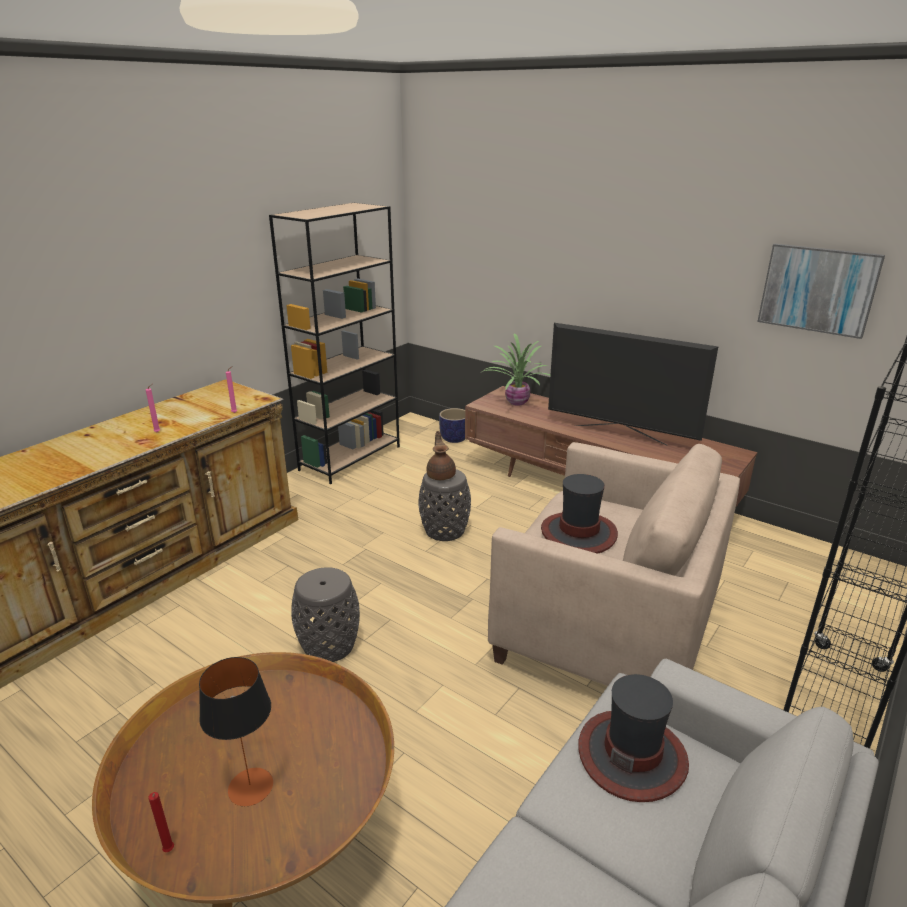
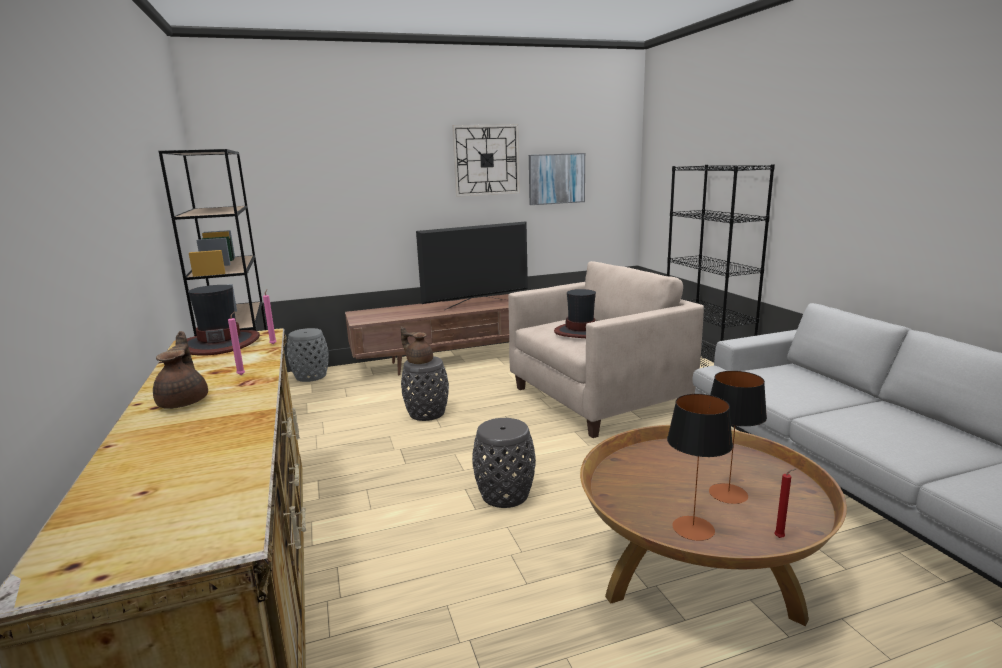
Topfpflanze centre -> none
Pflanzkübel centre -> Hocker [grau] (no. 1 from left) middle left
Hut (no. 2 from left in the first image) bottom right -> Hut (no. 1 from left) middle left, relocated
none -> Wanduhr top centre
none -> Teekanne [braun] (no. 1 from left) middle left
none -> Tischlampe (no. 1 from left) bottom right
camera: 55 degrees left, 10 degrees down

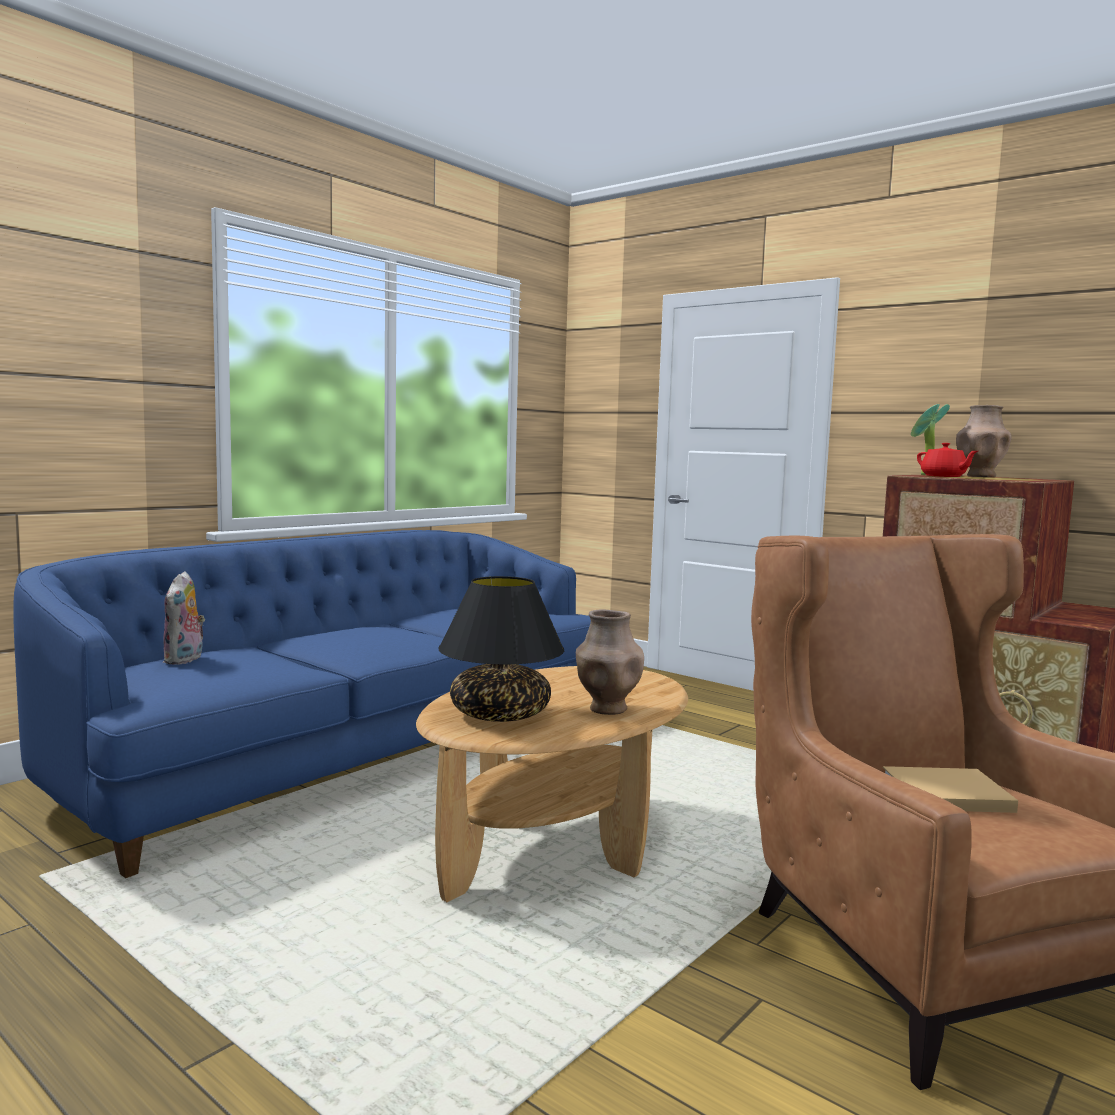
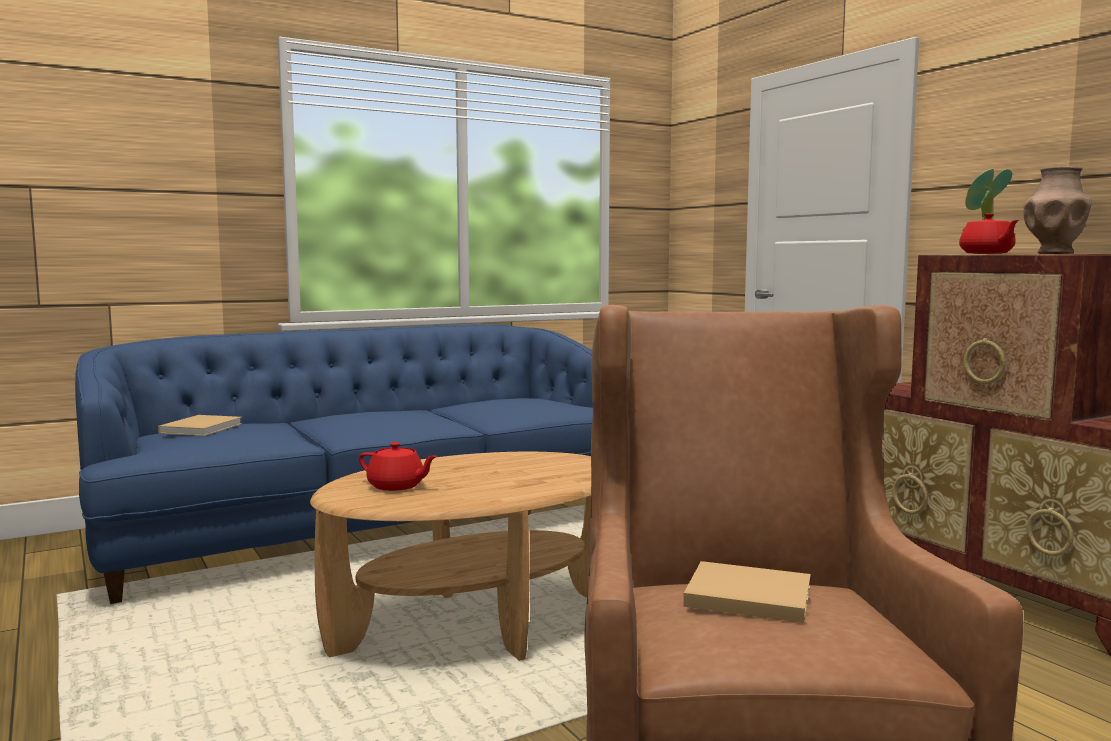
Plüschtier middle left -> Buch [beige] (no. 1 from left) middle left
Tischlampe [schwarz] centre -> Teekanne [rot] (no. 1 from left) centre
Vase [braun] (no. 1 from left) centre -> none
camera: 20 degrees right, 0 degrees up

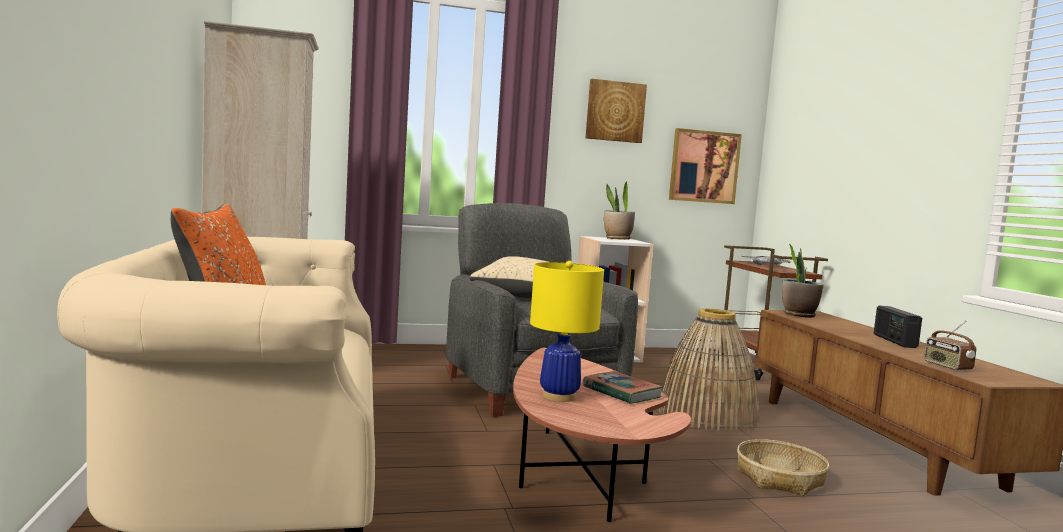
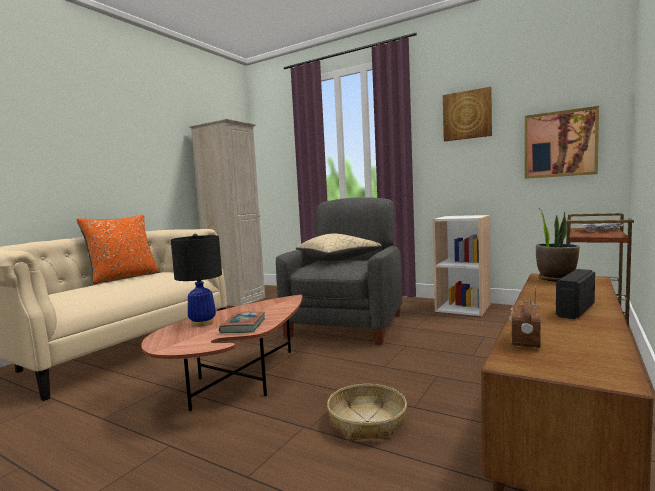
Topfpflanze (no. 1 from left) centre -> none
Tischlampe [gelb] centre -> Tischlampe [schwarz] middle left
Korb (no. 1 from left) bottom right -> none
camera: 45 degrees right, 0 degrees up

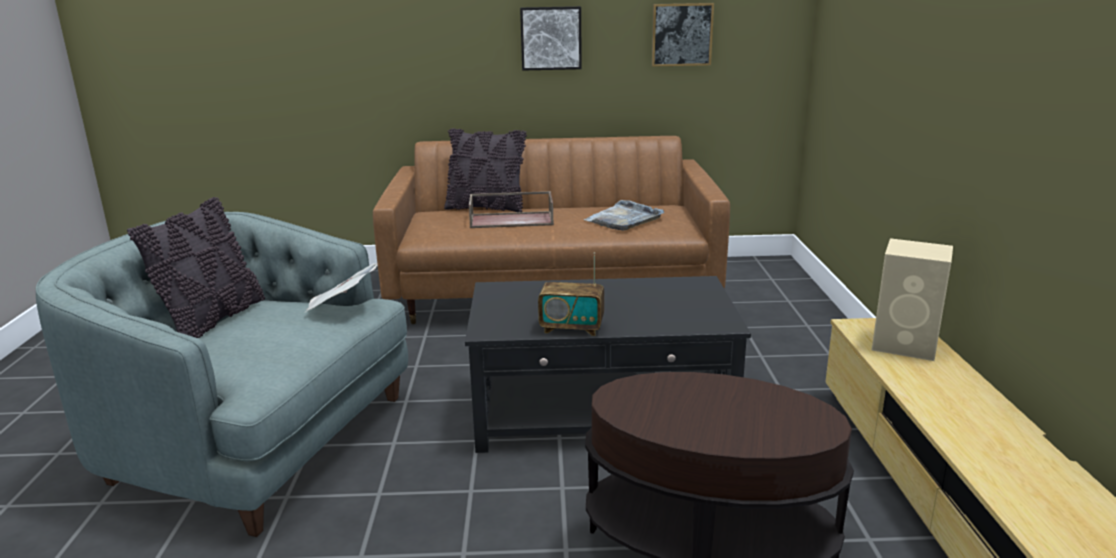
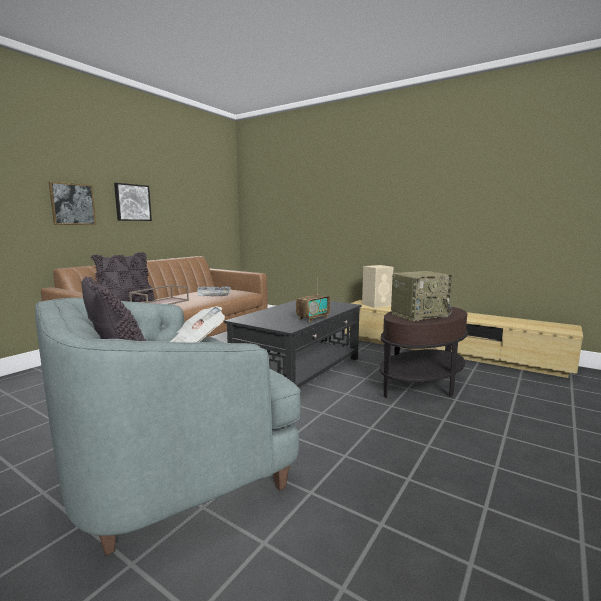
Bild (no. 2 from left in the first image) top centre -> Bild (no. 1 from left) middle left, relocated
none -> Radio (no. 2 from left) middle right
camera: 55 degrees left, 10 degrees down

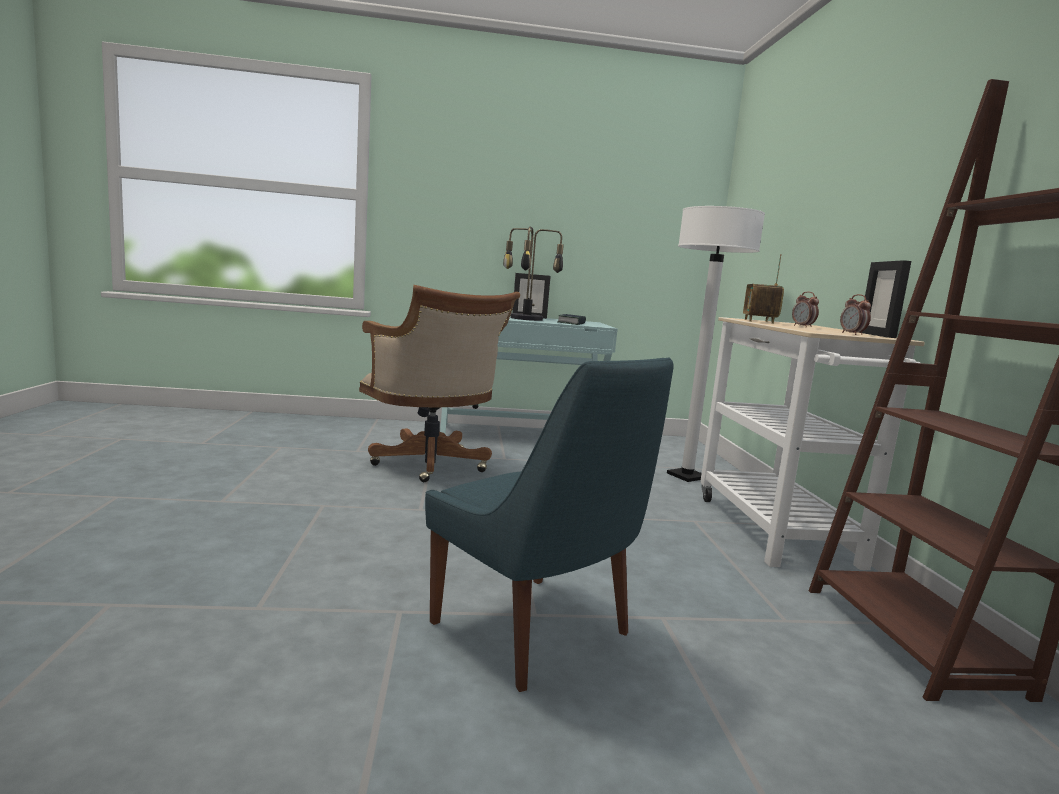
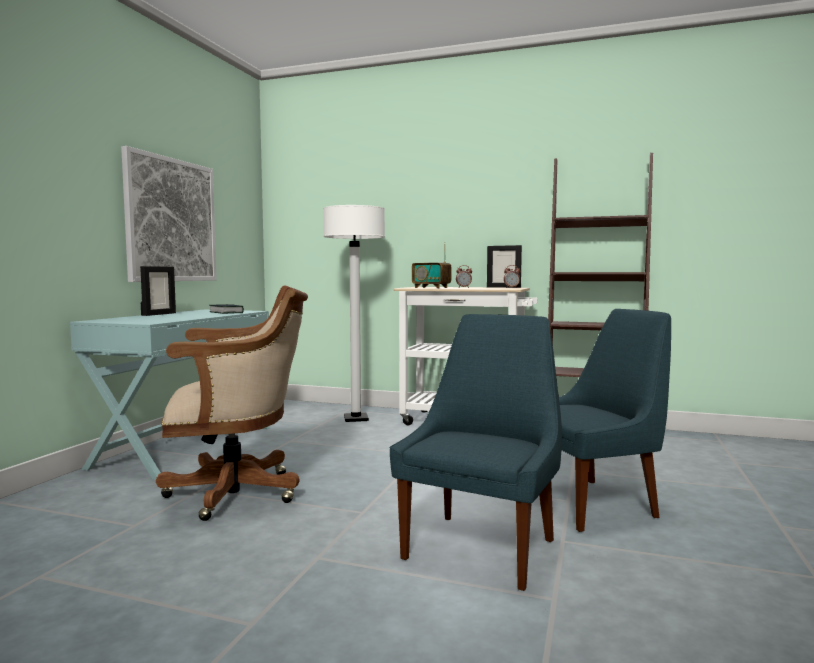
Tischlampe centre -> none
none -> Bild top left
none -> Stuhl [blau] (no. 1 from left) bottom centre
camera: 65 degrees left, 5 degrees down

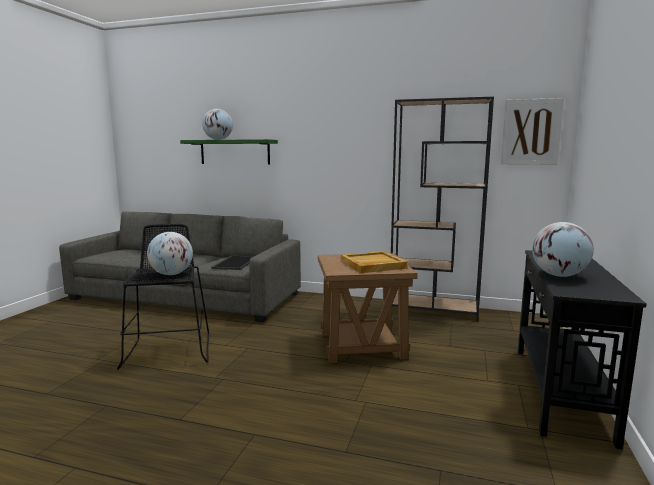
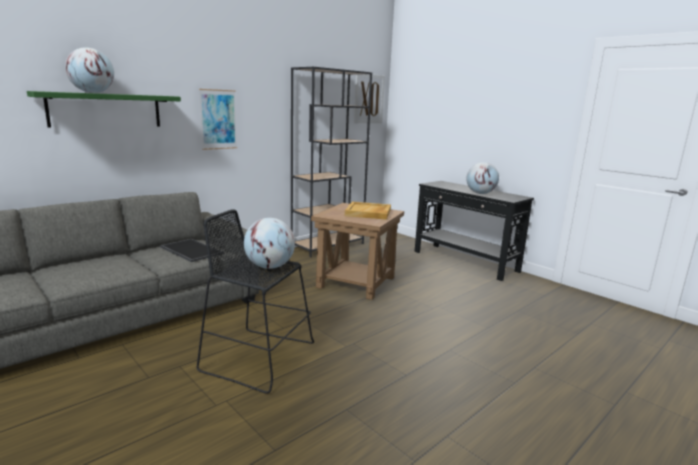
none -> Bild (no. 1 from left) top left
camera: 60 degrees left, 5 degrees up

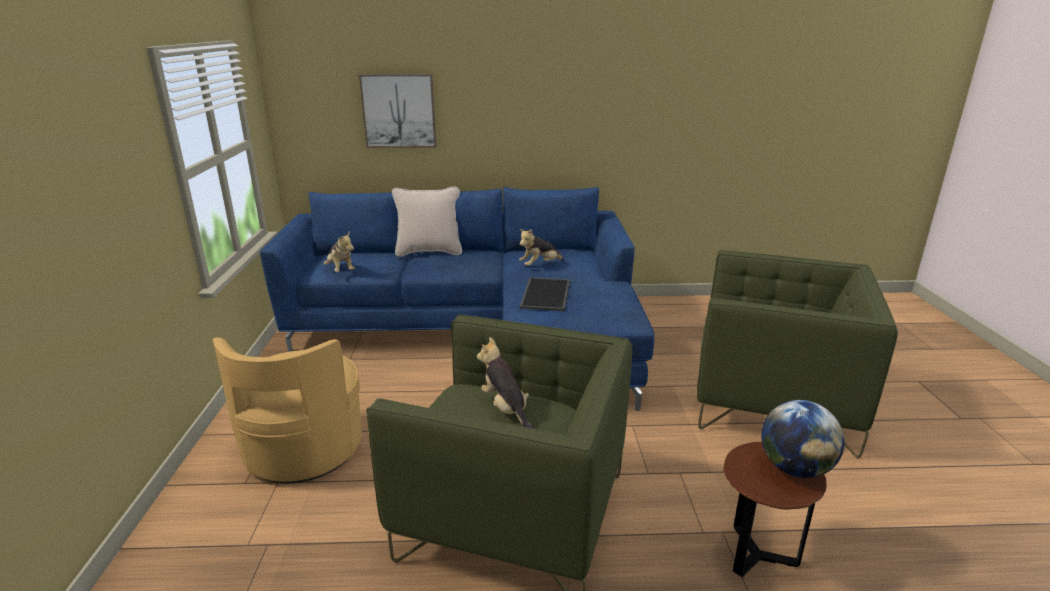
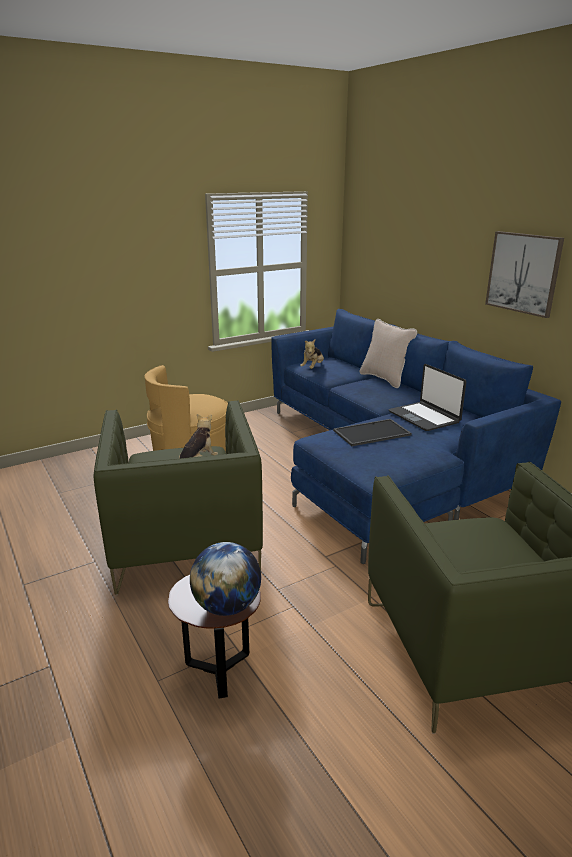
Bild top centre -> Bild top right, relocated
Plüschtier (no. 3 from left) centre -> Laptop middle right
camera: 60 degrees right, 0 degrees up

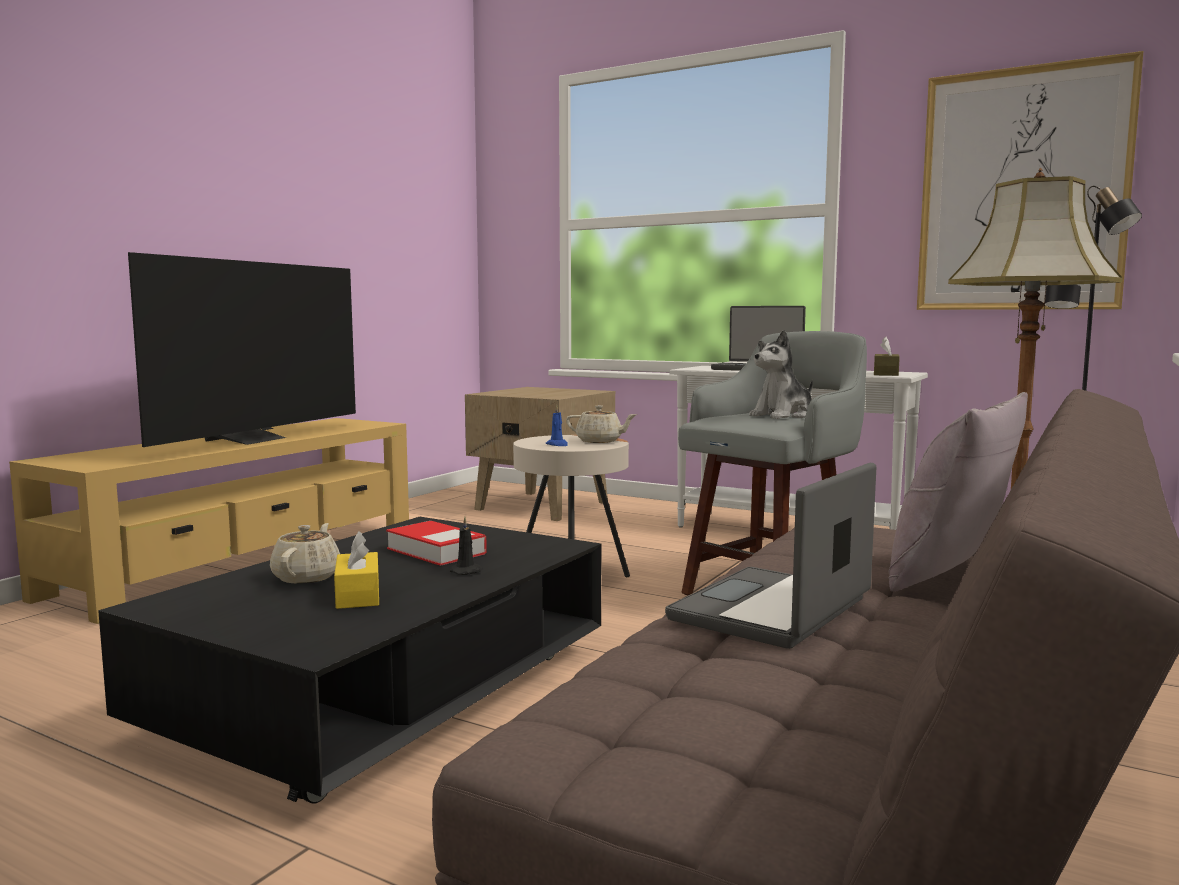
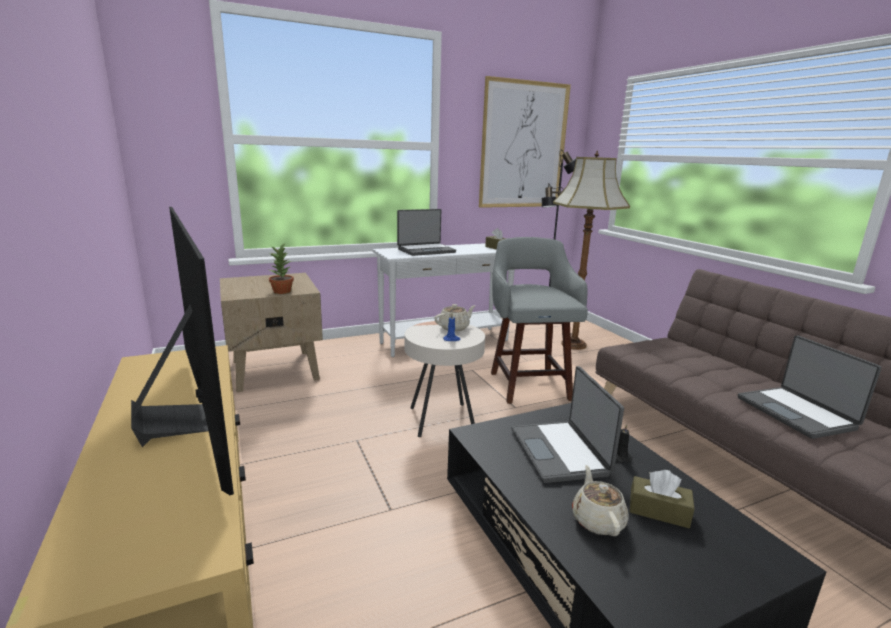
Plüschtier centre -> none
Kissen [lila] middle right -> none
Buch centre -> Laptop (no. 2 from left) bottom centre
Teekanne [beige] (no. 1 from left in the first image) middle left -> Teekanne [beige] (no. 2 from left) bottom right, 45 degrees clockwise
Taschentuchbox [gelb] middle left -> Taschentuchbox [braun] (no. 2 from left) bottom right
none -> Topfpflanze middle left
camera: 55 degrees left, 10 degrees up

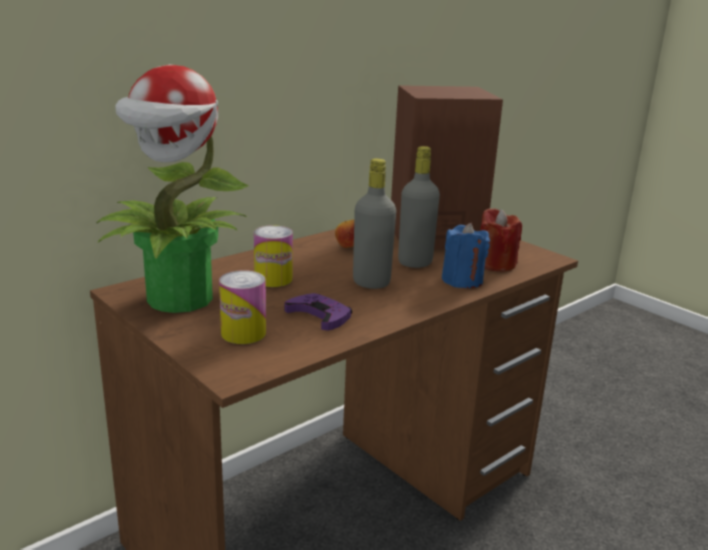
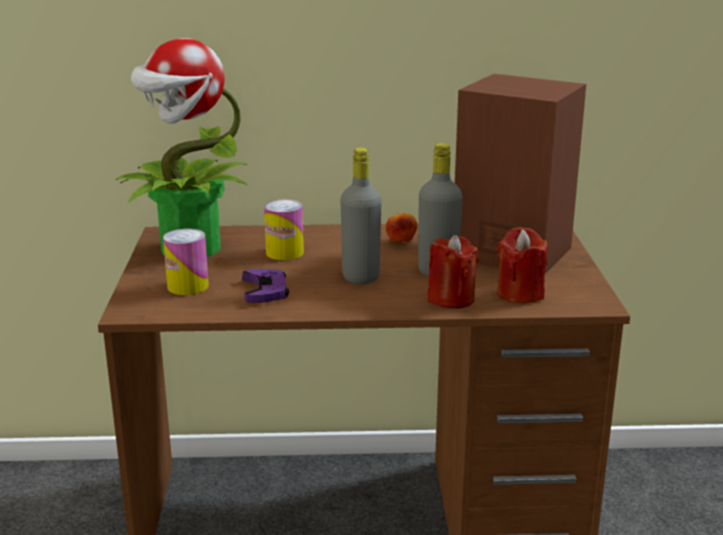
Kerze [blau] centre -> Kerze [rot] (no. 1 from left) centre
camera: 40 degrees right, 0 degrees up

